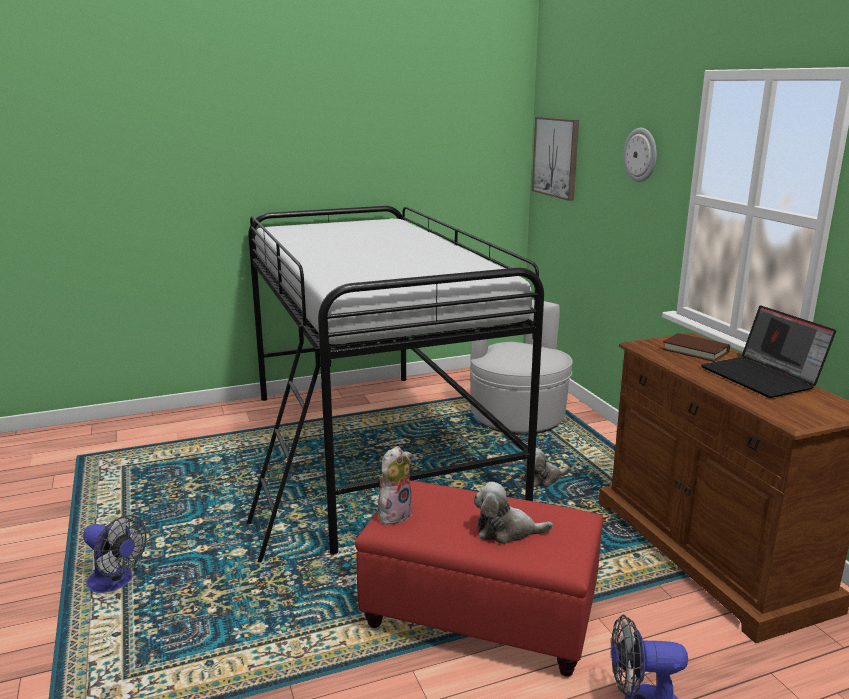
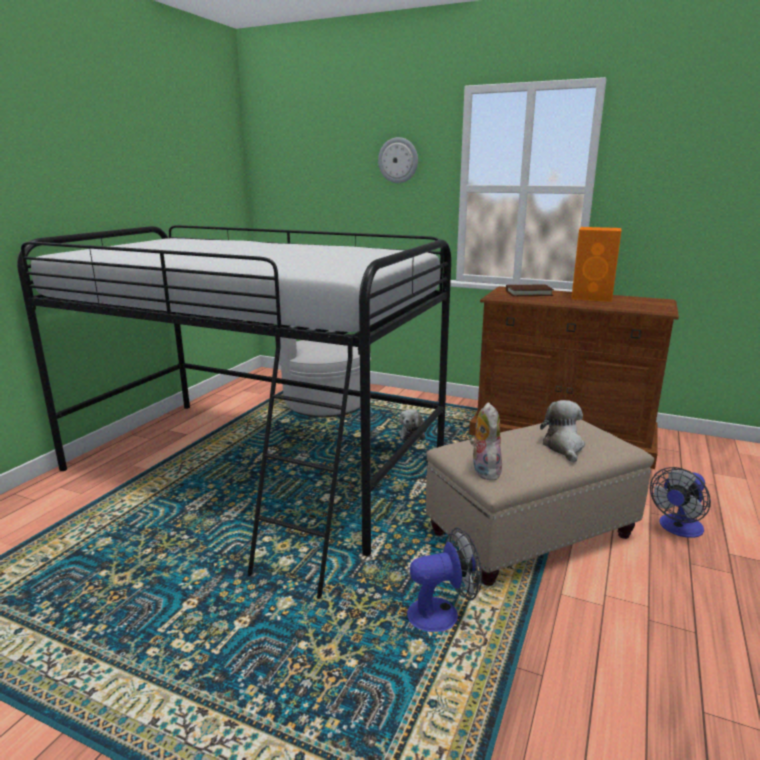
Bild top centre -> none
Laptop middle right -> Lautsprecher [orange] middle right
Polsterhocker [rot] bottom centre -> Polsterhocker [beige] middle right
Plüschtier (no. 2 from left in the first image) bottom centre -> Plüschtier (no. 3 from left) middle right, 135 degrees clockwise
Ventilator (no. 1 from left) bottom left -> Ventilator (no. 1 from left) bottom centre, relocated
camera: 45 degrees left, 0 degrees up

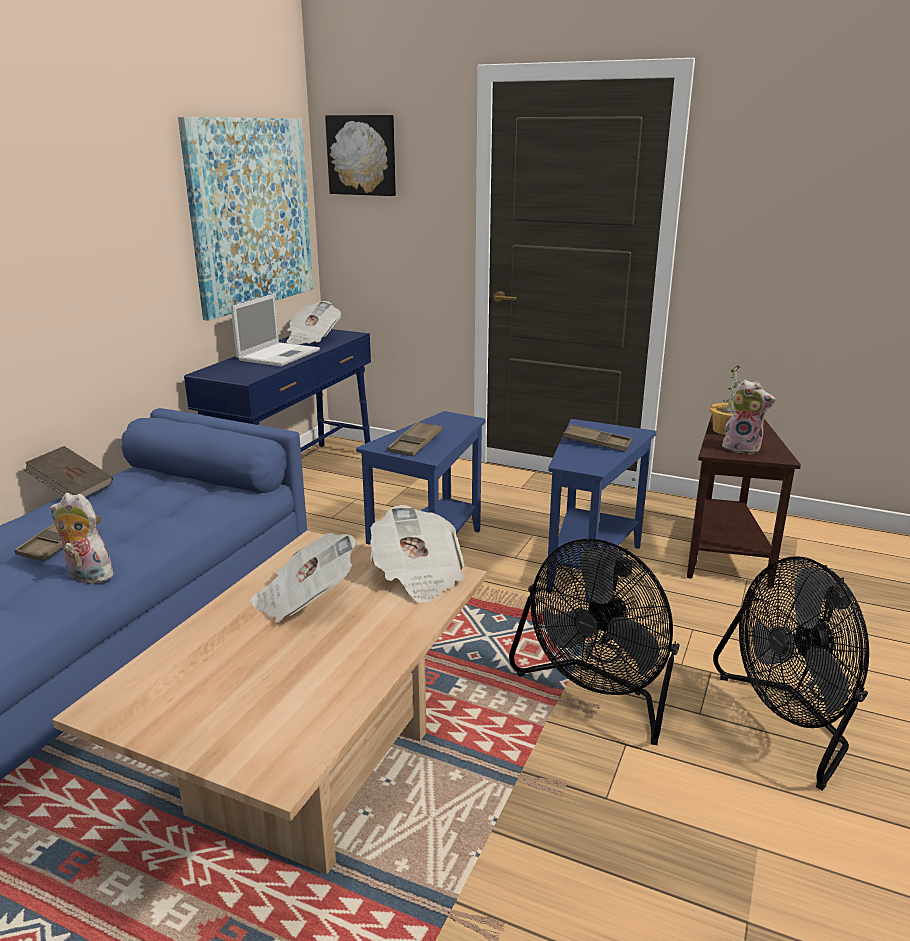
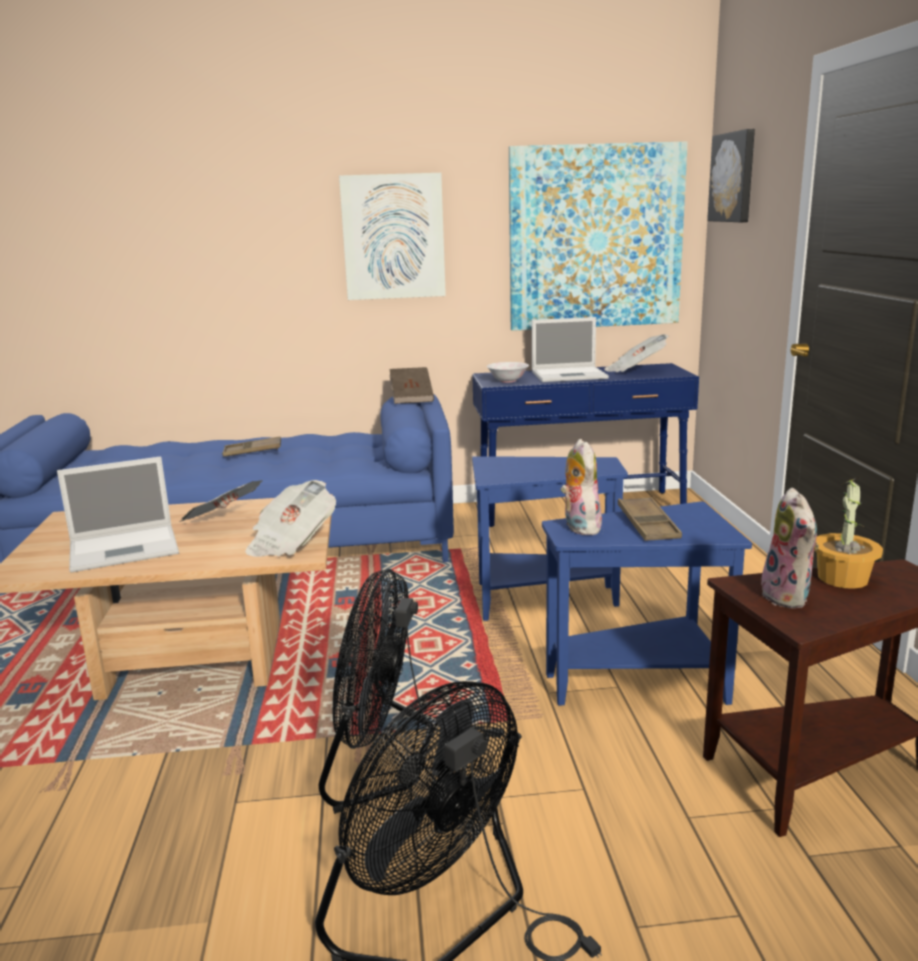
Tablett [braun] (no. 2 from left) centre -> none
Buch [braun] middle left -> Buch [braun] centre, relocated
Plüschtier (no. 1 from left) middle left -> Plüschtier (no. 1 from left) centre, relocated
none -> Bild (no. 1 from left) top centre
none -> Schüssel [weiß] centre
none -> Laptop (no. 1 from left) middle left
camera: 60 degrees right, 5 degrees down

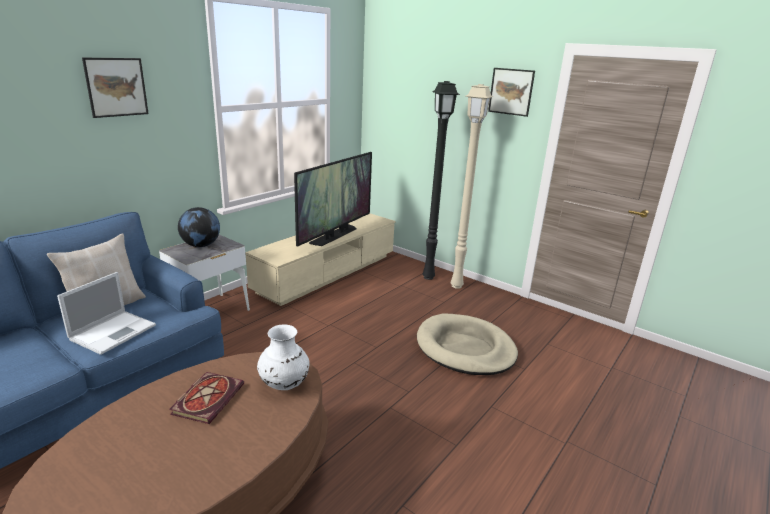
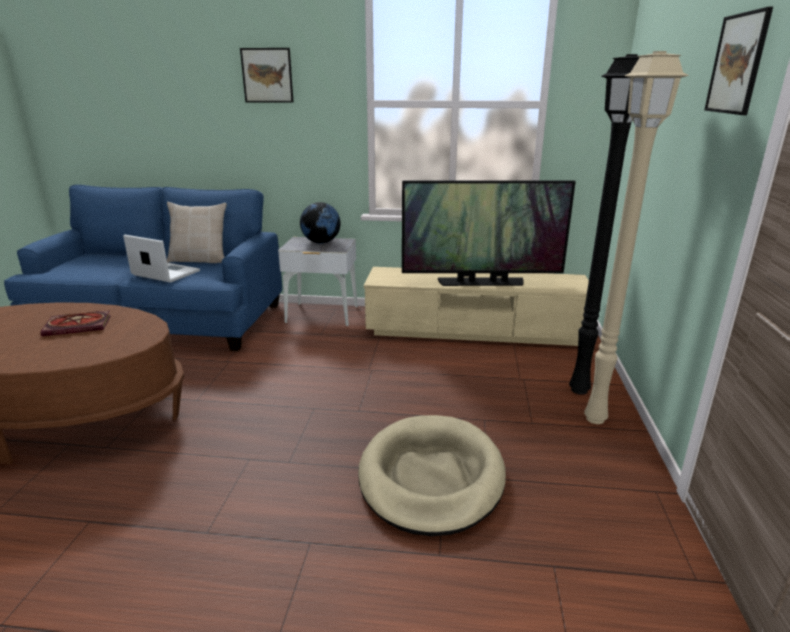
Laptop middle left, 150 degrees counterclockwise
Vase [weiß] bottom centre -> none
camera: 60 degrees right, 0 degrees up

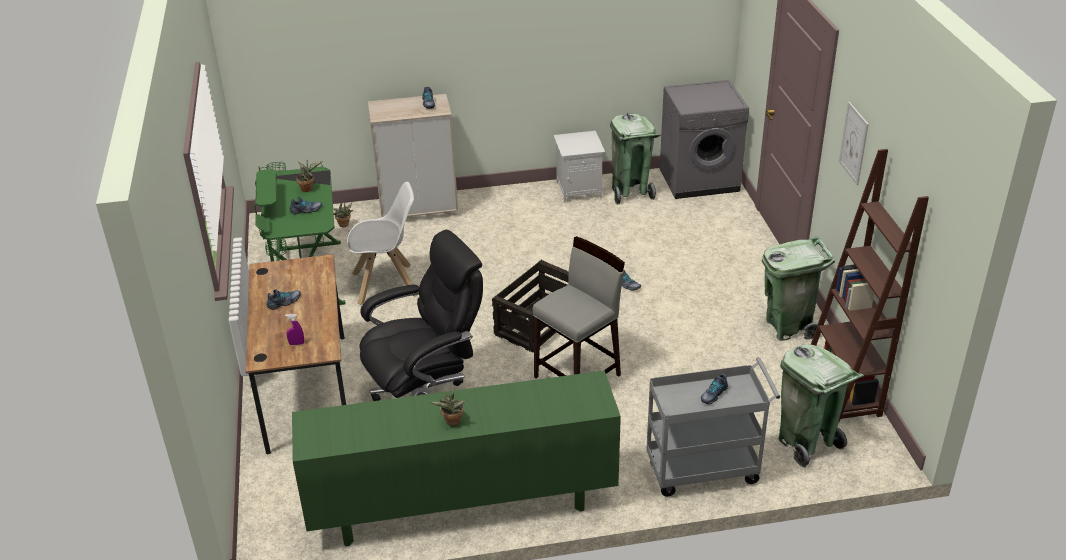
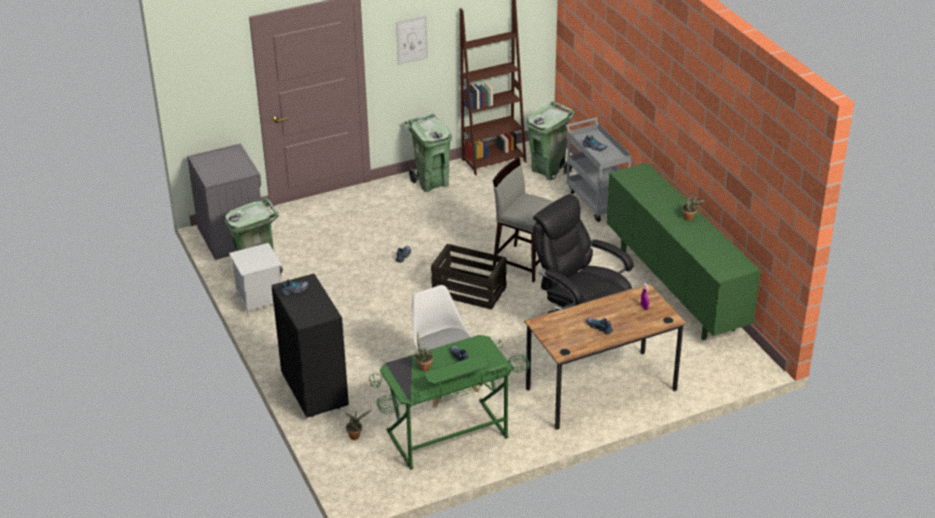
Schrank [beige] top centre -> Schrank [schwarz] bottom left
camera: 105 degrees left, 0 degrees up

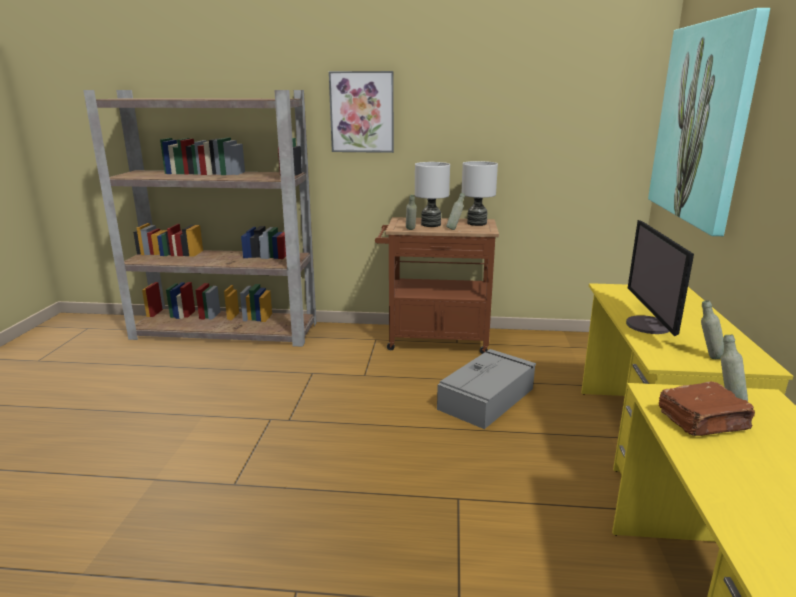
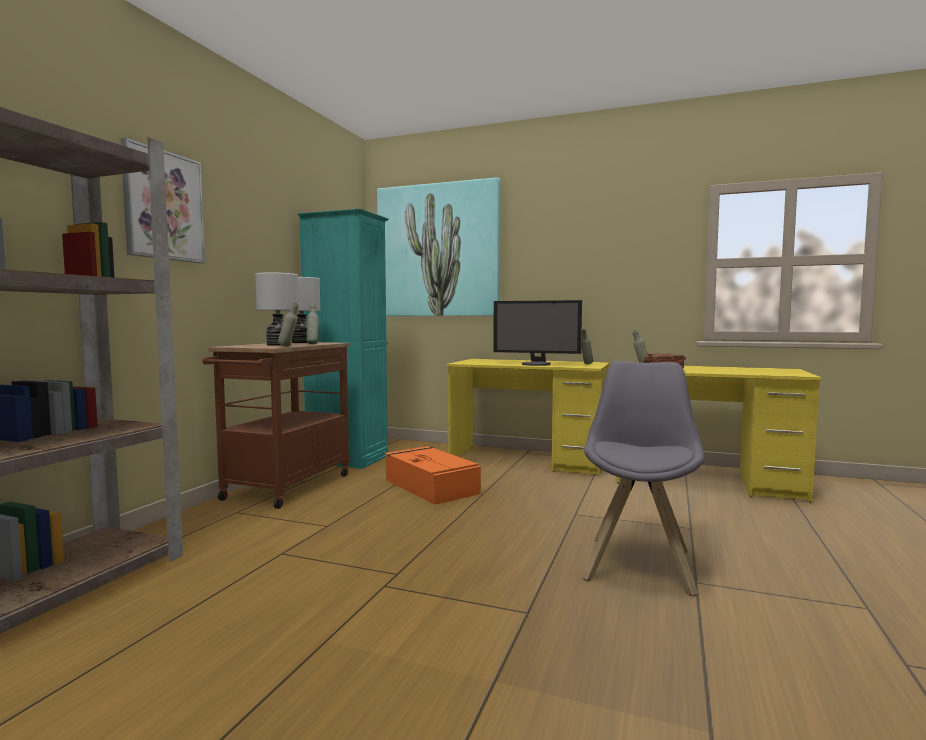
Aufbewahrungsbox [grau] centre -> Aufbewahrungsbox [orange] centre
none -> Schrank [türkis] centre
none -> Stuhl [grau] middle right
camera: 75 degrees left, 15 degrees down

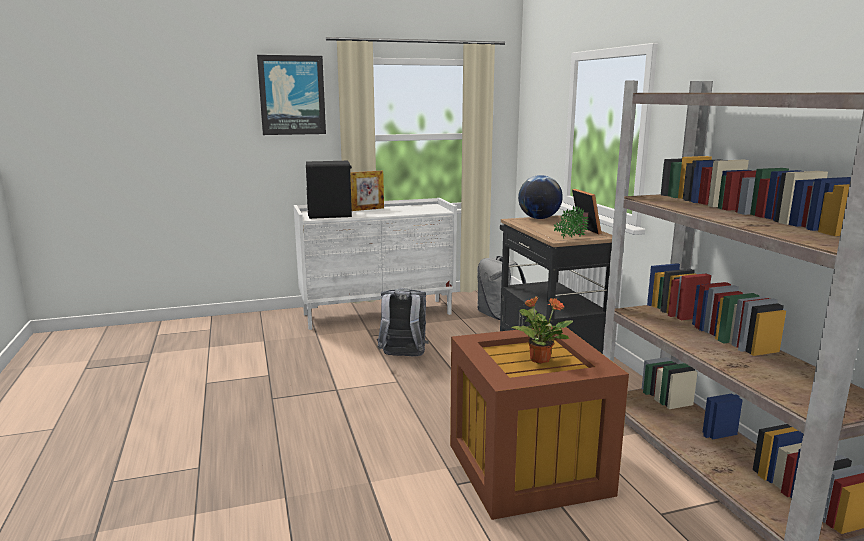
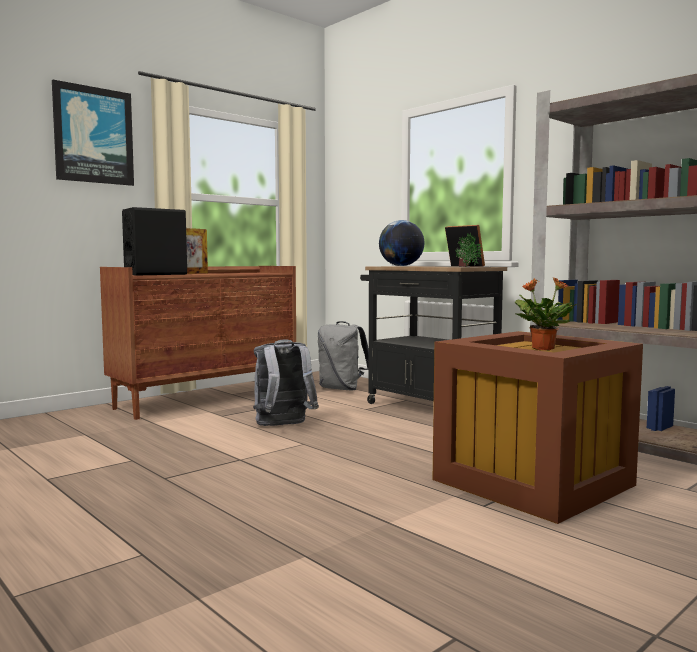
Schrank [weiß] centre -> Schrank [braun] middle left
camera: 25 degrees left, 10 degrees down

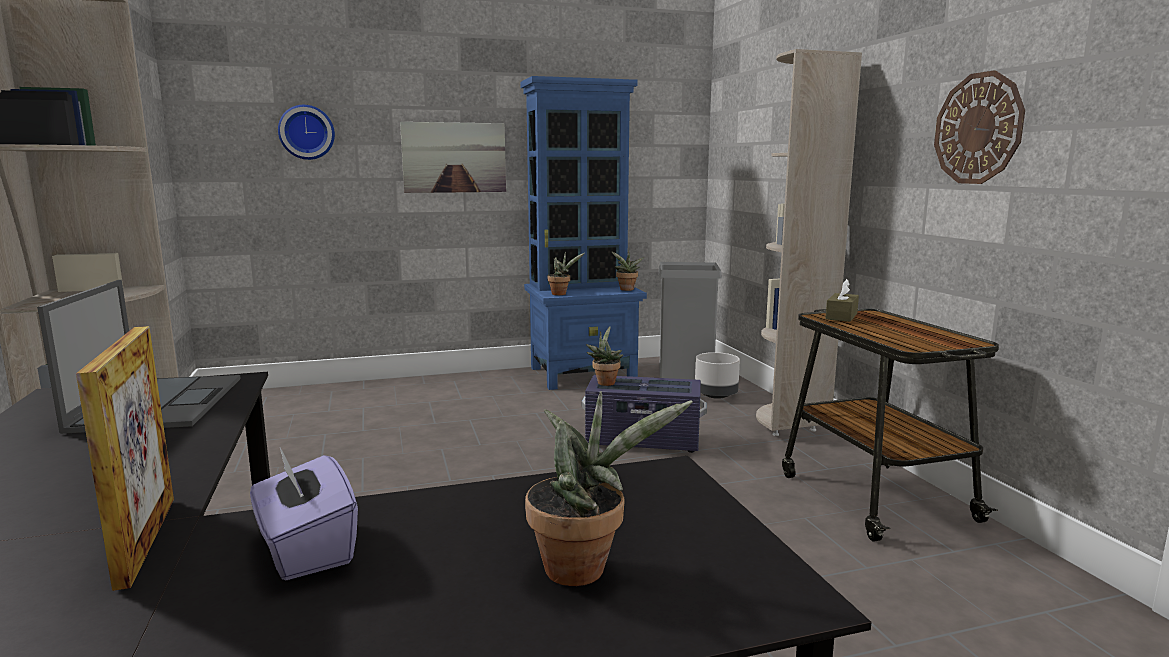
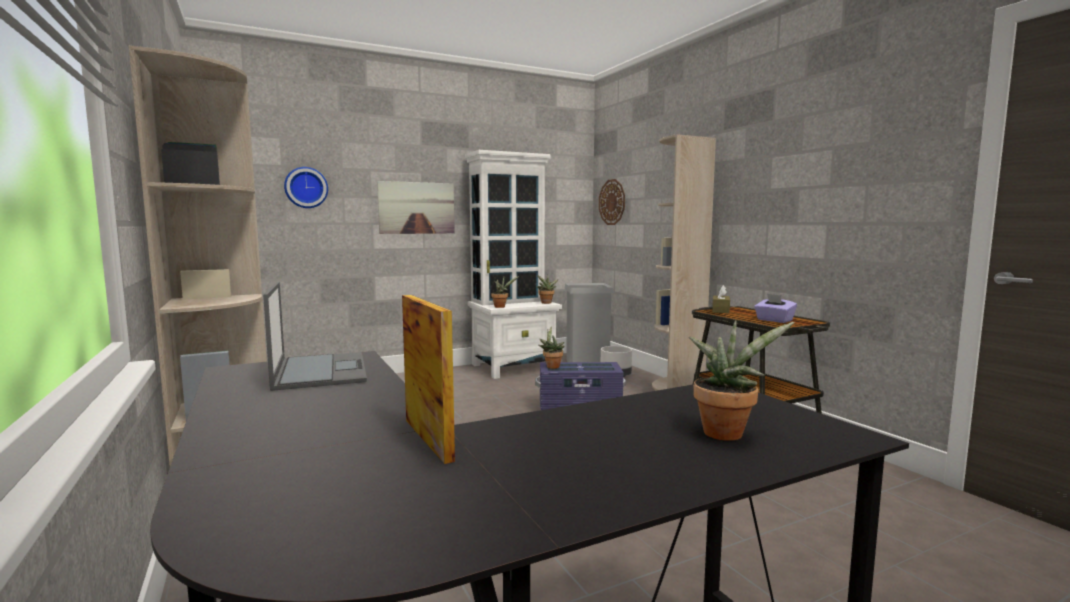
Wanduhr (no. 2 from left) top right -> Wanduhr (no. 2 from left) centre, relocated
Schrank [blau] centre -> Schrank [weiß] centre
Taschentuchbox [lila] bottom left -> Taschentuchbox [lila] middle right, relocated
camera: 10 degrees left, 5 degrees down

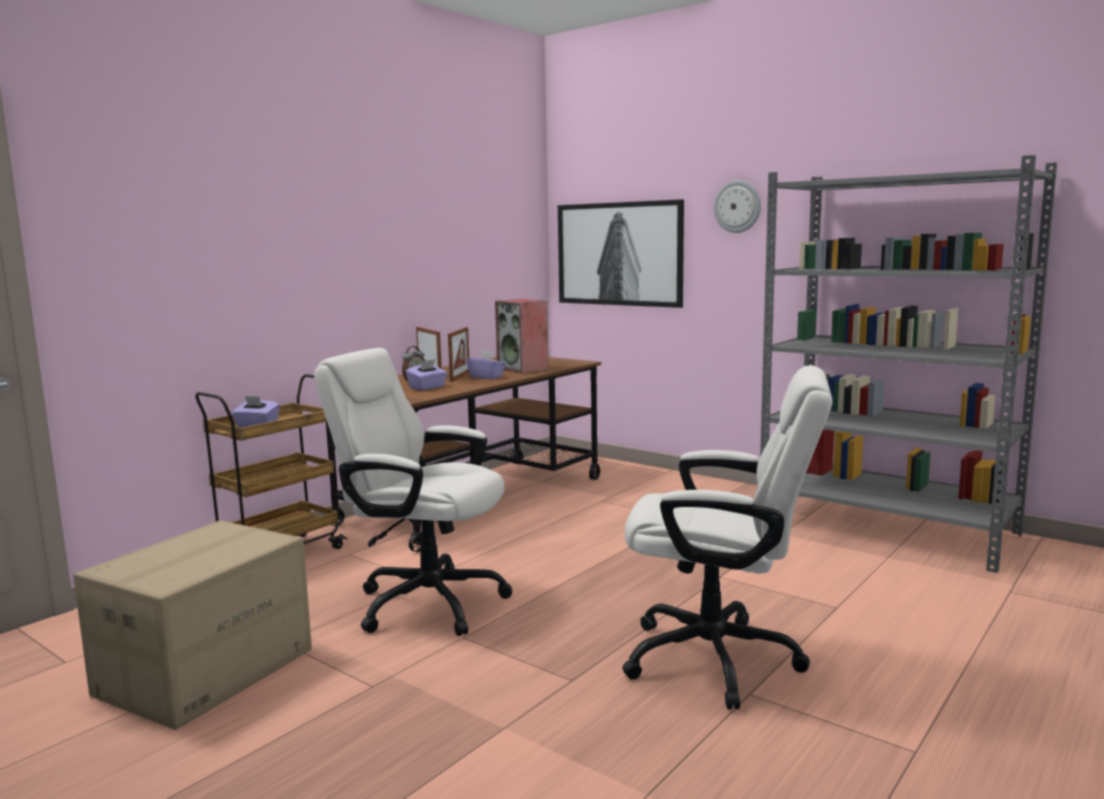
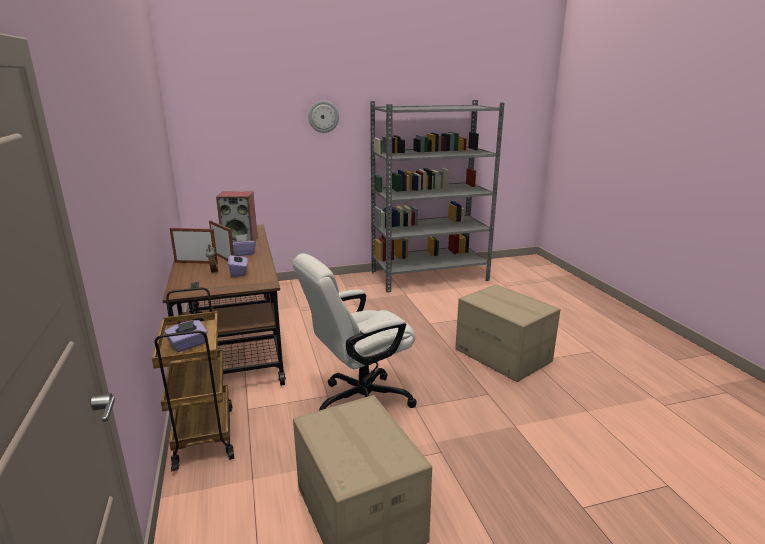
Bild top centre -> none
Bürostuhl [weiß] (no. 2 from left) bottom centre -> Karton (no. 2 from left) centre
camera: 55 degrees left, 10 degrees up

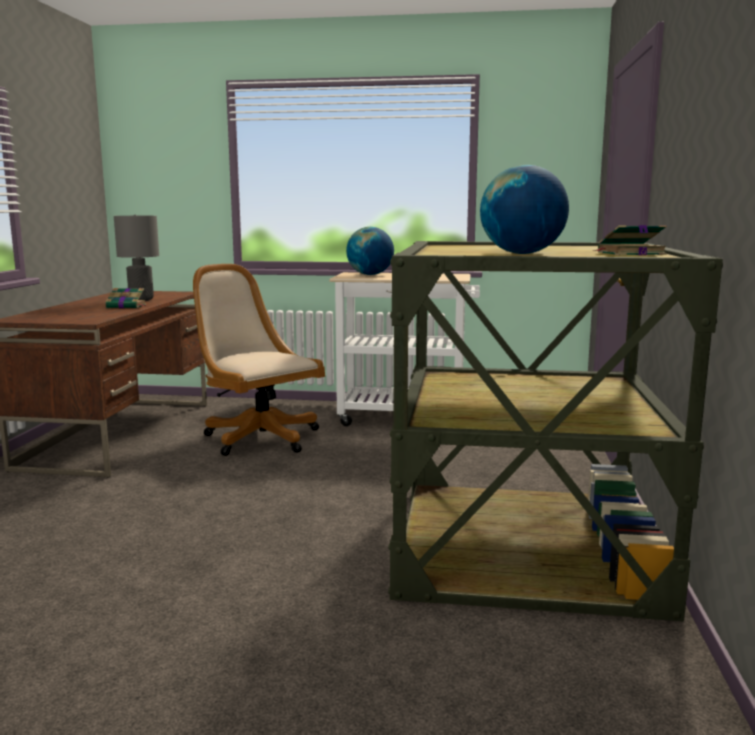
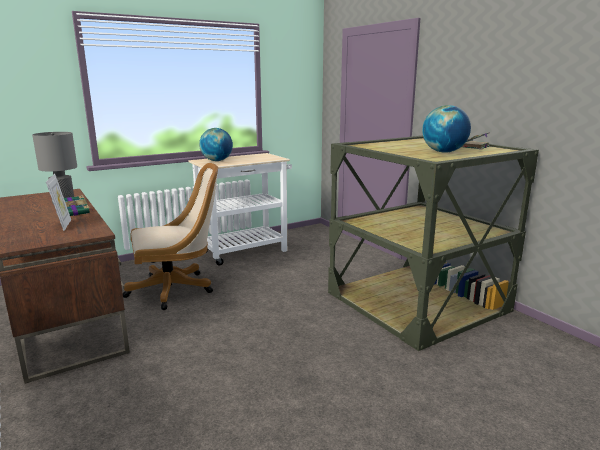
Bürostuhl centre -> Bürostuhl middle left, 150 degrees clockwise
none -> Bilderrahmen middle left
camera: 40 degrees left, 5 degrees up

